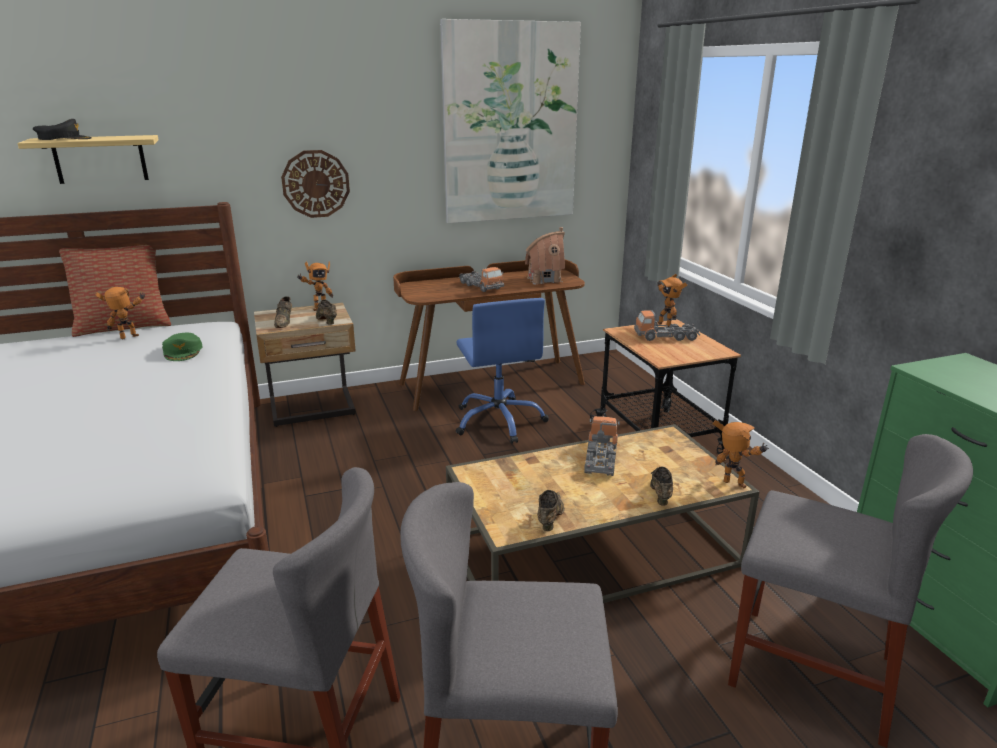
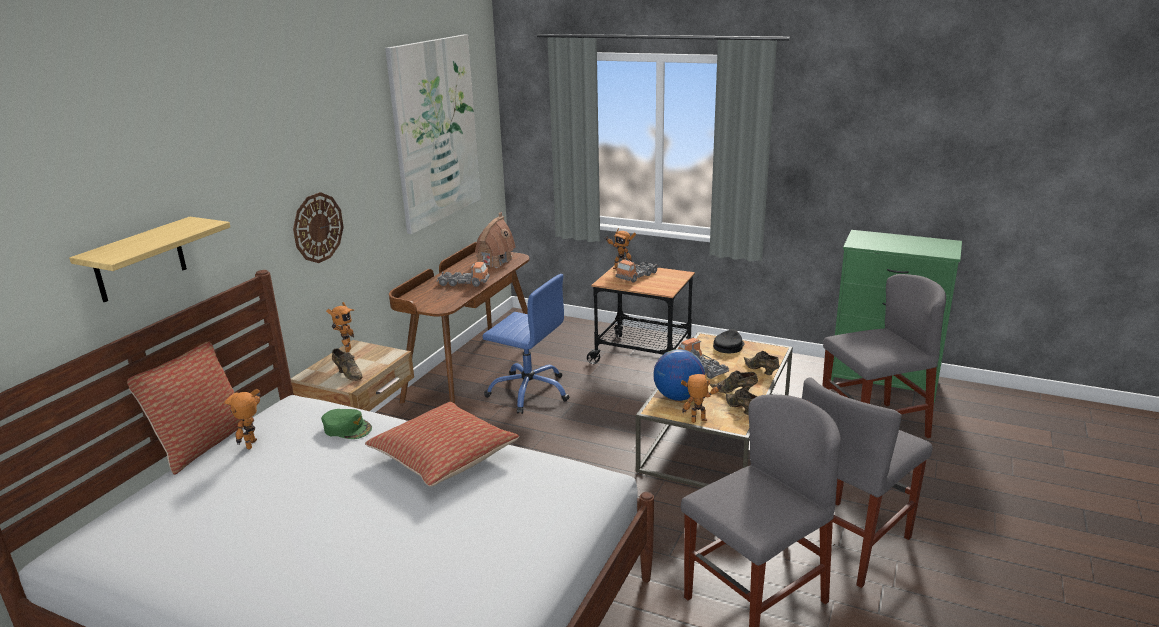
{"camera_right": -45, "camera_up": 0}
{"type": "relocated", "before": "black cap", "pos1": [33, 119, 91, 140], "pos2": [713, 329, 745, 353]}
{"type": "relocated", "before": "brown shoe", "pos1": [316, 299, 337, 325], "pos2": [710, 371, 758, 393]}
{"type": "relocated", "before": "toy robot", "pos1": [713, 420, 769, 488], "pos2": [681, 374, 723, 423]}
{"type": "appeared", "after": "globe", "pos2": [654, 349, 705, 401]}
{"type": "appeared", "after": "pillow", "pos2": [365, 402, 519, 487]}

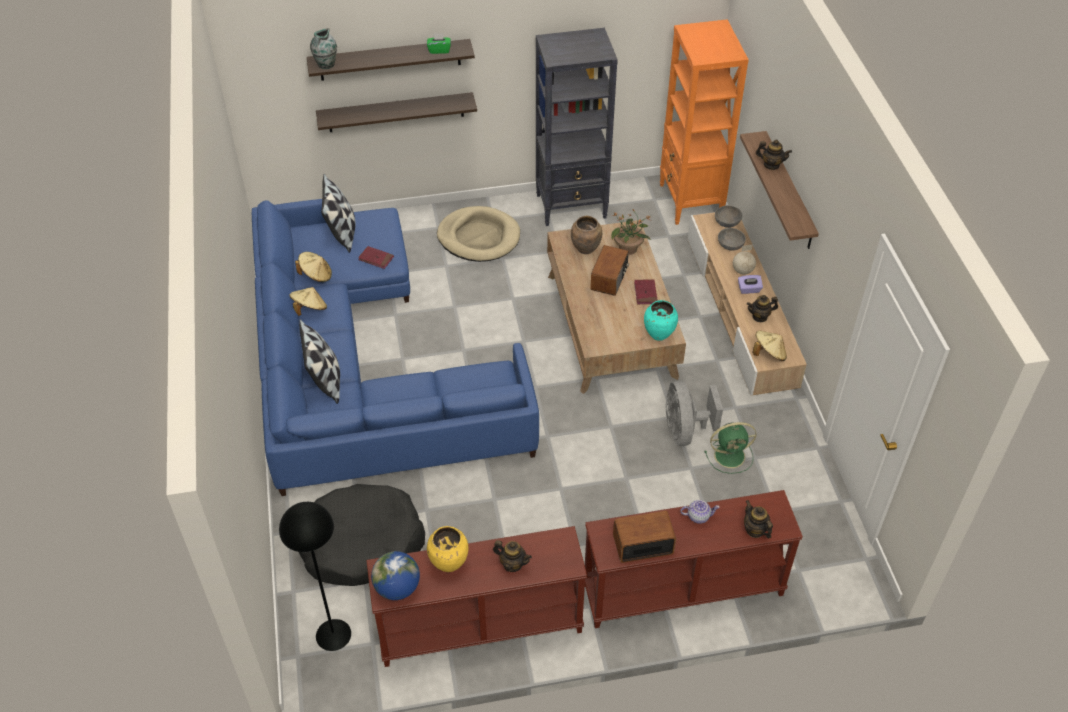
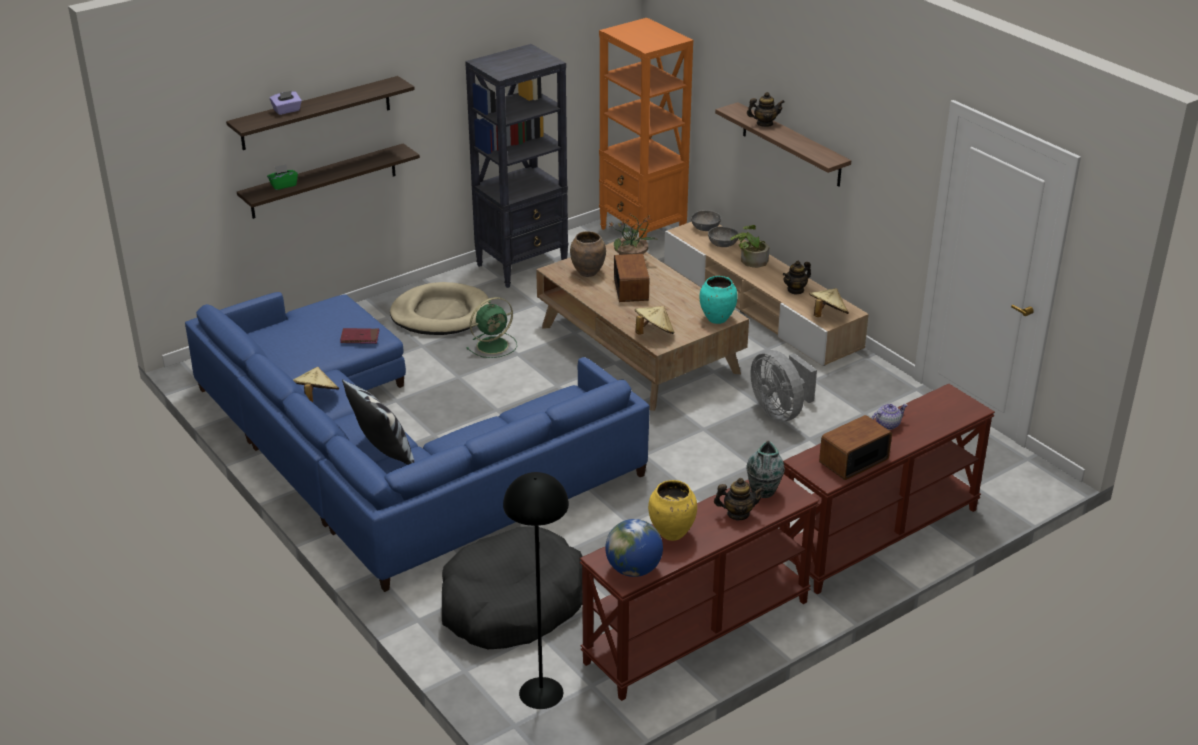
{"camera_right": -25, "camera_up": -15}
{"type": "relocated", "before": "vase", "pos1": [310, 28, 337, 69], "pos2": [746, 440, 785, 498]}
{"type": "relocated", "before": "green tissue box", "pos1": [427, 33, 451, 54], "pos2": [267, 164, 298, 190]}
{"type": "missing", "before": "pillow", "pos1": [321, 174, 356, 253]}
{"type": "exchanged", "before": "globe", "after": "potted plant", "pos1": [733, 244, 756, 275], "pos2": [730, 225, 770, 268]}
{"type": "relocated", "before": "beige hat", "pos1": [295, 252, 332, 282], "pos2": [635, 306, 675, 335]}
{"type": "relocated", "before": "purple tissue box", "pos1": [738, 275, 763, 294], "pos2": [270, 91, 302, 115]}
{"type": "missing", "before": "red book", "pos1": [634, 279, 658, 304]}
{"type": "relocated", "before": "green fan", "pos1": [705, 422, 757, 474], "pos2": [467, 297, 517, 358]}
{"type": "missing", "before": "teapot", "pos1": [744, 500, 773, 538]}

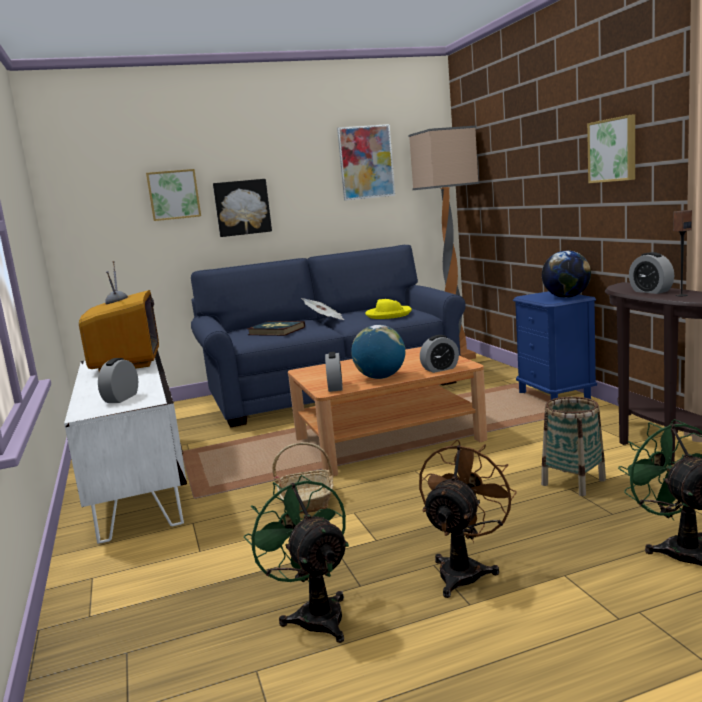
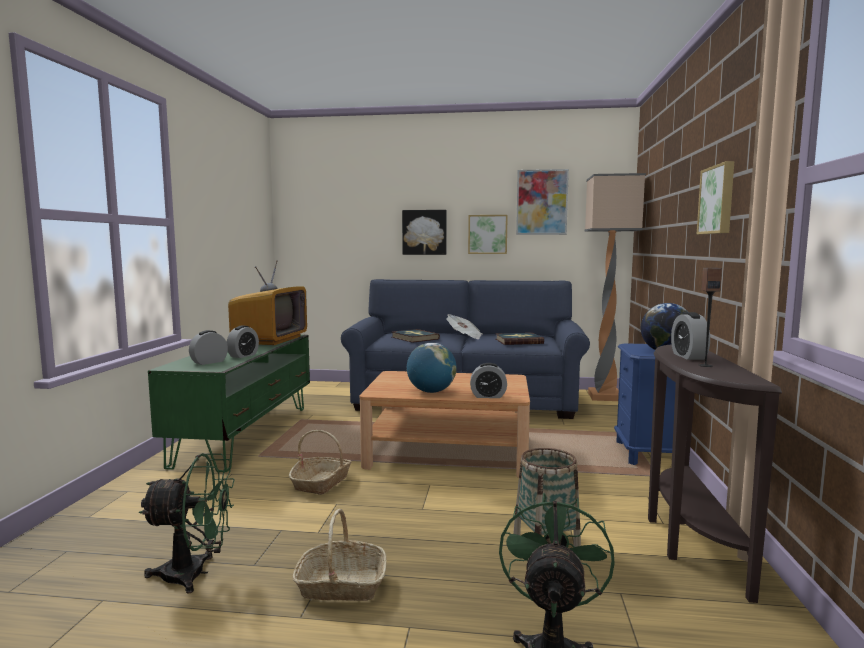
{"camera_right": 25, "camera_up": -5}
{"type": "relocated", "before": "picture", "pos1": [146, 169, 201, 221], "pos2": [468, 215, 508, 254]}
{"type": "exchanged", "before": "yellow hat", "after": "book", "pos1": [365, 299, 412, 319], "pos2": [496, 333, 544, 345]}
{"type": "colour", "before": "white tv stand", "after": "green tv stand", "pos1": [64, 350, 187, 544], "pos2": [148, 335, 310, 472]}
{"type": "relocated", "before": "alarm clock", "pos1": [325, 352, 343, 392], "pos2": [227, 325, 259, 358]}
{"type": "exchanged", "before": "brown fan", "after": "basket", "pos1": [419, 440, 517, 598], "pos2": [292, 509, 387, 601]}
{"type": "spun", "before": "green fan", "pos1": [244, 475, 349, 643], "pos2": [139, 453, 235, 594], "turn": 90}

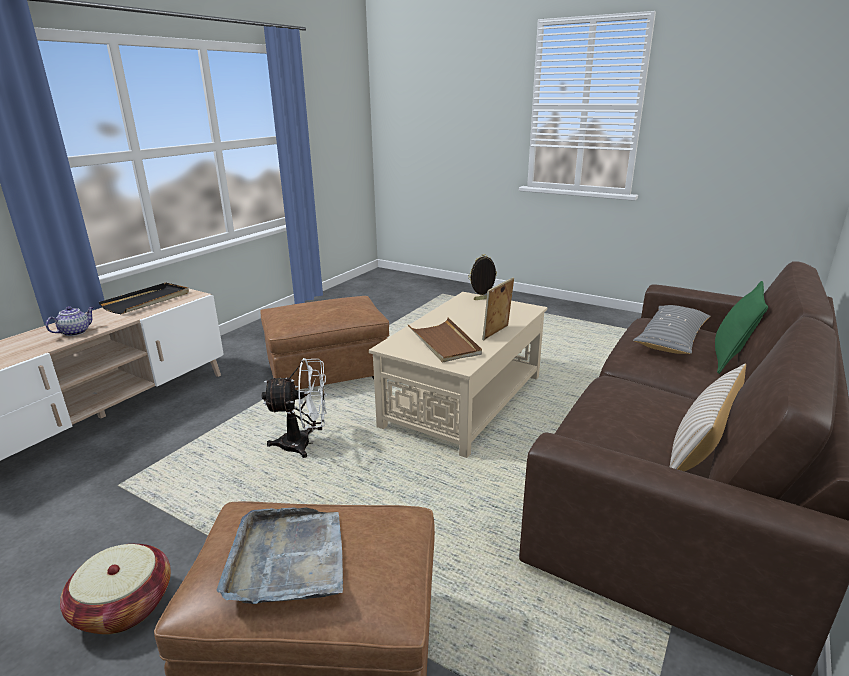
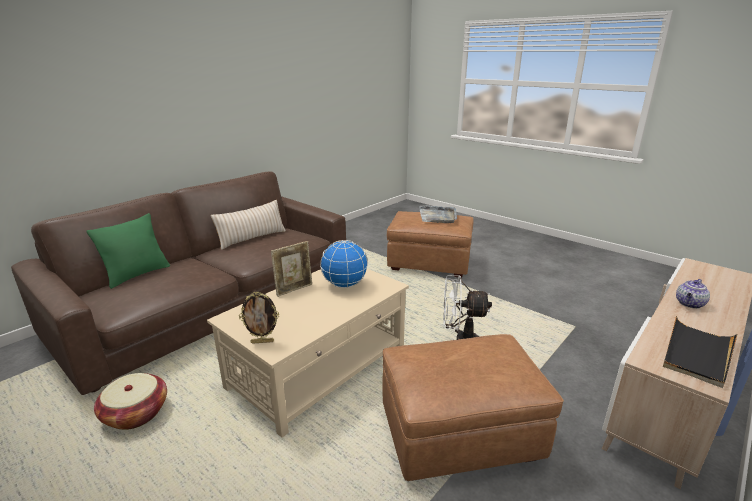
{"camera_right": -170, "camera_up": 0}
{"type": "missing", "before": "grey pillow", "pos1": [633, 305, 710, 354]}
{"type": "exchanged", "before": "brown tray", "after": "globe", "pos1": [407, 318, 482, 362], "pos2": [320, 240, 368, 288]}
{"type": "relocated", "before": "basket", "pos1": [60, 544, 171, 635], "pos2": [94, 373, 167, 430]}

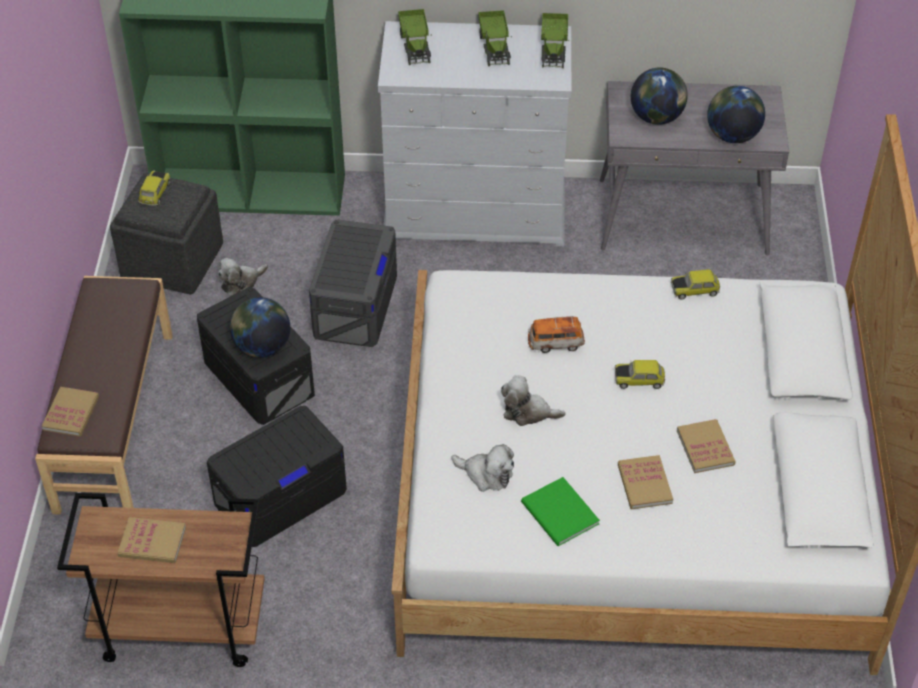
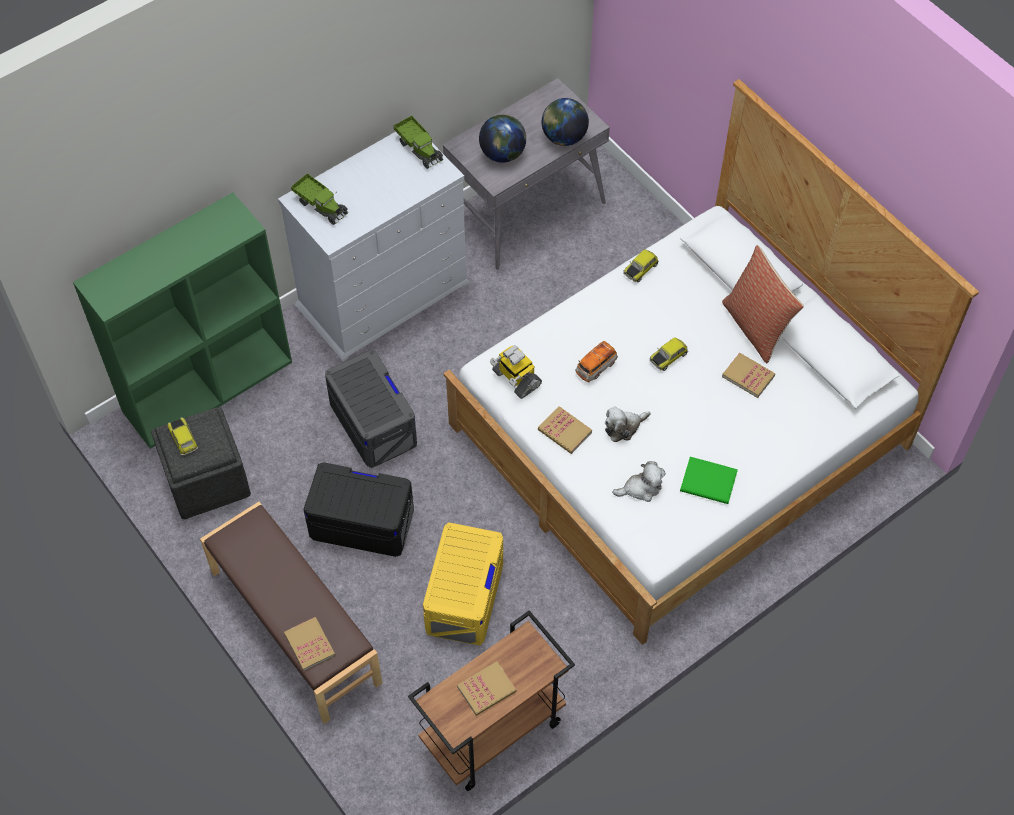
{"camera_right": -40, "camera_up": 10}
{"type": "missing", "before": "toy truck", "pos1": [478, 10, 512, 66]}
{"type": "missing", "before": "plush toy", "pos1": [218, 258, 268, 296]}
{"type": "missing", "before": "globe", "pos1": [230, 297, 290, 358]}
{"type": "colour", "before": "black storage box", "after": "yellow storage box", "pos1": [207, 406, 347, 547], "pos2": [423, 522, 503, 646]}
{"type": "relocated", "before": "book", "pos1": [618, 455, 673, 509], "pos2": [538, 406, 592, 454]}
{"type": "appeared", "after": "pillow", "pos2": [722, 245, 804, 363]}
{"type": "appeared", "after": "toy robot", "pos2": [490, 345, 542, 399]}

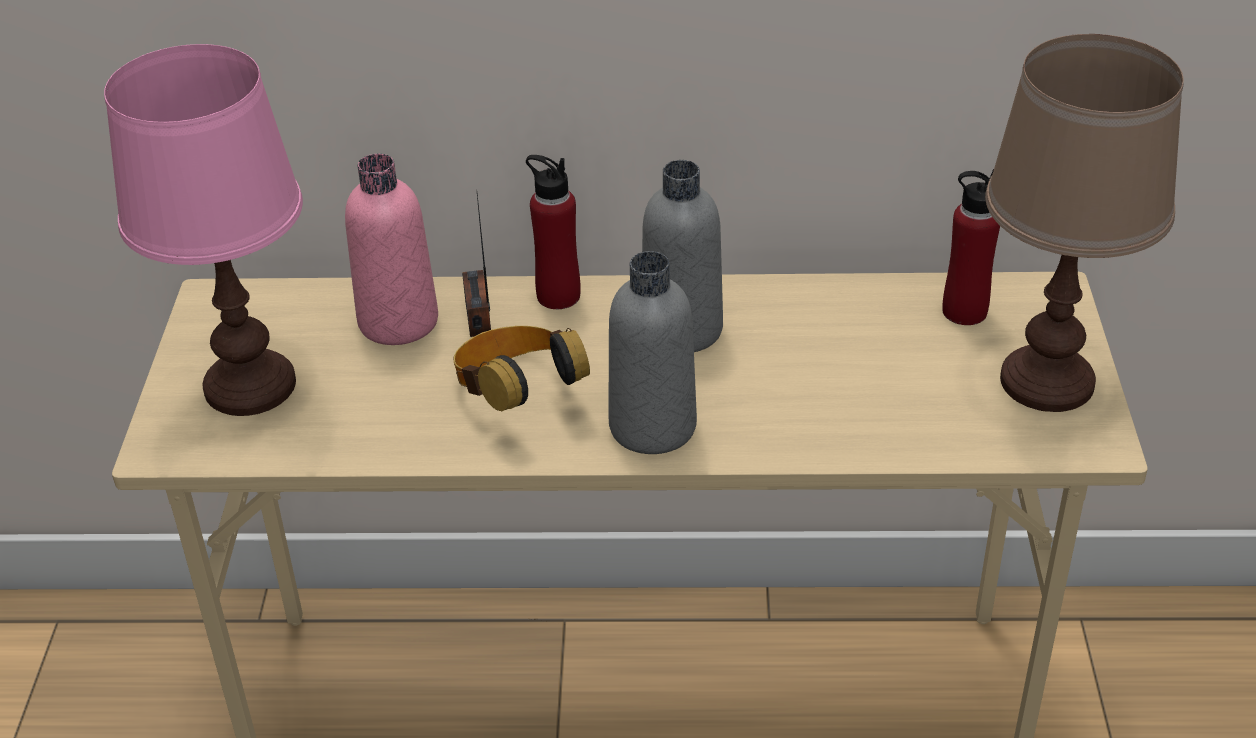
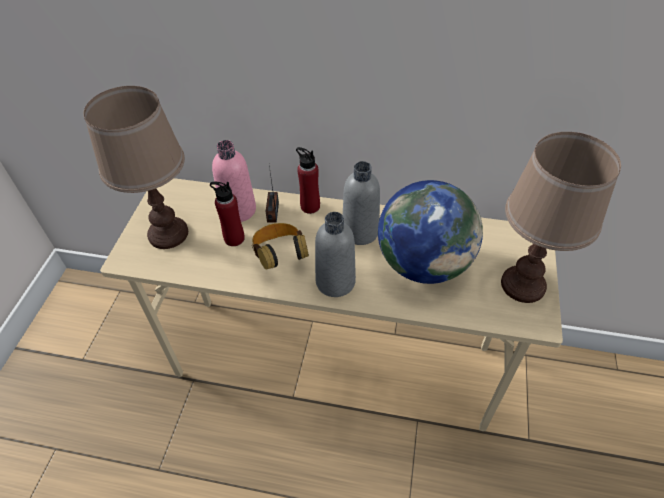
{"camera_right": 10, "camera_up": 10}
{"type": "colour", "before": "pink table lamp", "after": "brown table lamp", "pos1": [104, 44, 303, 416], "pos2": [83, 86, 188, 249]}
{"type": "relocated", "before": "red bottle", "pos1": [942, 169, 1000, 325], "pos2": [210, 182, 245, 246]}
{"type": "appeared", "after": "globe", "pos2": [378, 180, 483, 284]}

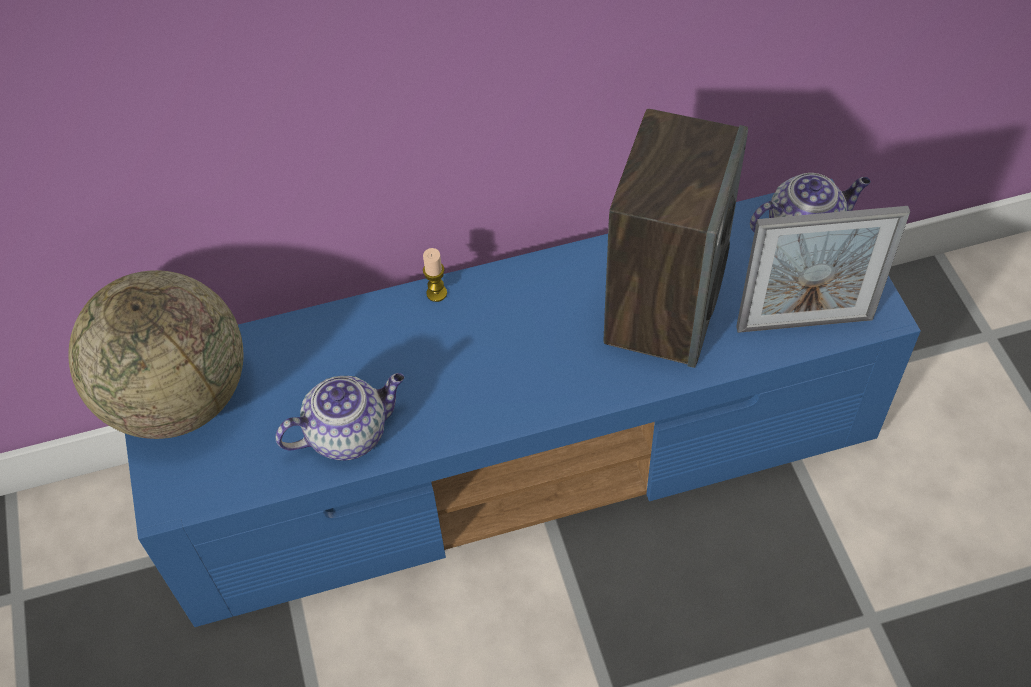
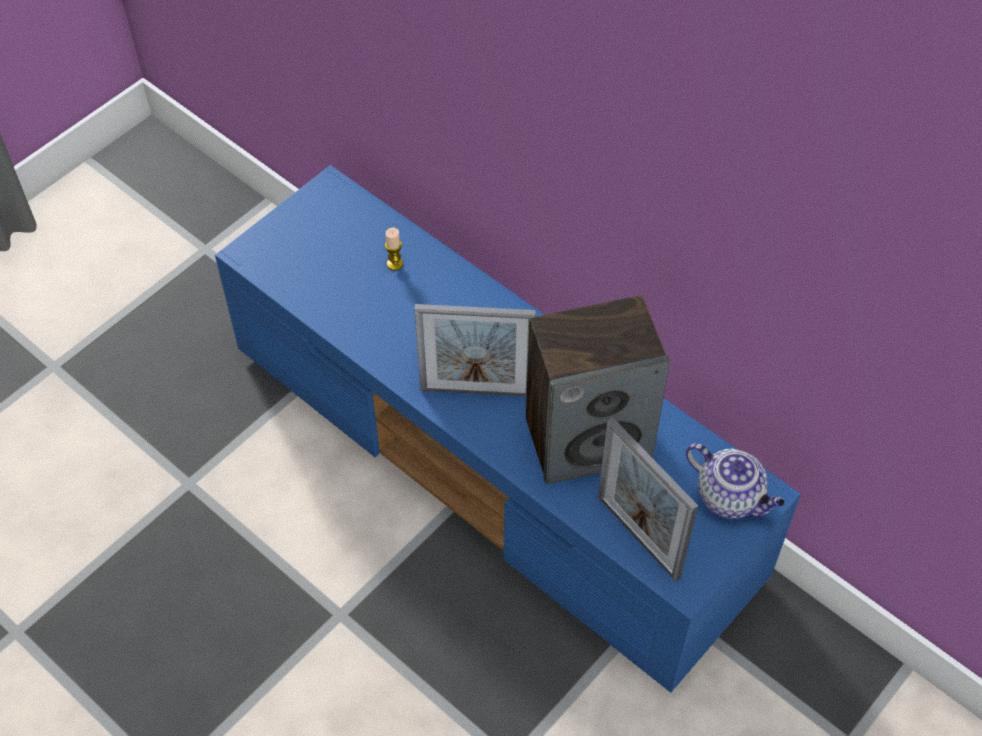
{"camera_right": 55, "camera_up": 0}
{"type": "relocated", "before": "candle", "pos1": [423, 248, 447, 302], "pos2": [385, 228, 403, 270]}
{"type": "missing", "before": "globe", "pos1": [69, 270, 244, 439]}
{"type": "missing", "before": "teapot", "pos1": [275, 373, 404, 461]}
{"type": "appeared", "after": "picture frame", "pos2": [414, 304, 536, 397]}

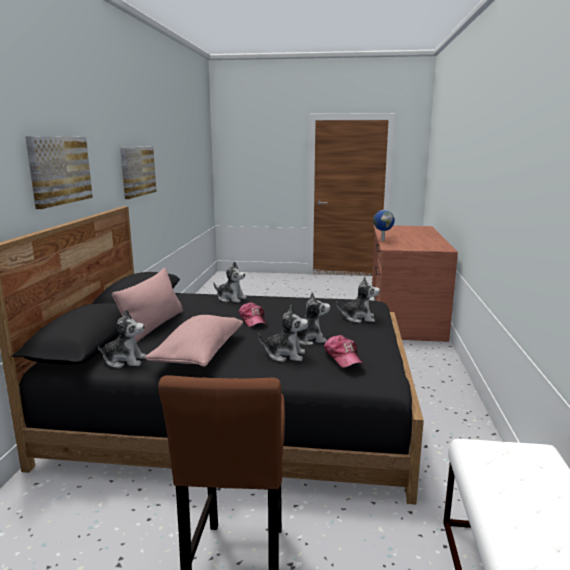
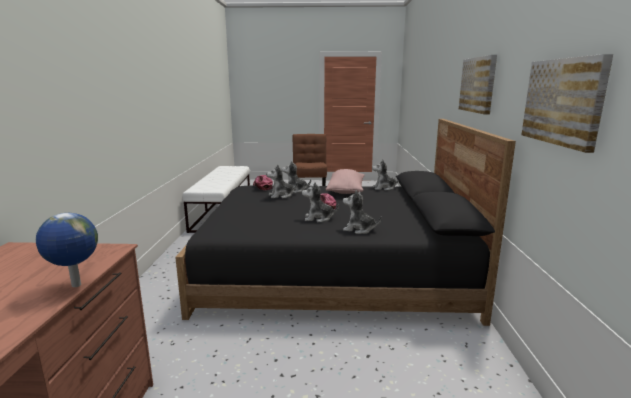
{"camera_right": 175, "camera_up": 0}
{"type": "missing", "before": "pink pillow", "pos1": [112, 268, 183, 343]}
{"type": "relocated", "before": "plush toy", "pos1": [336, 276, 380, 323], "pos2": [302, 182, 339, 222]}

